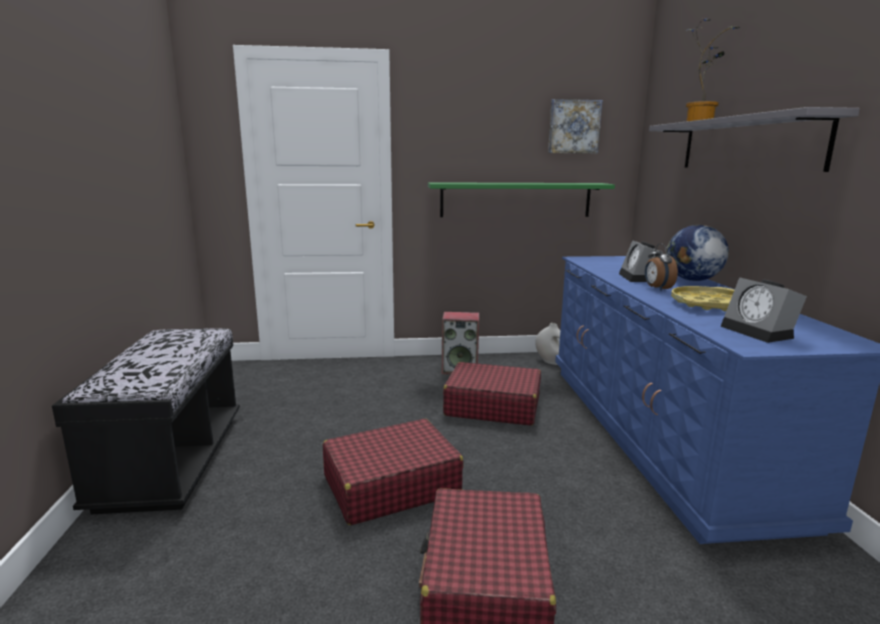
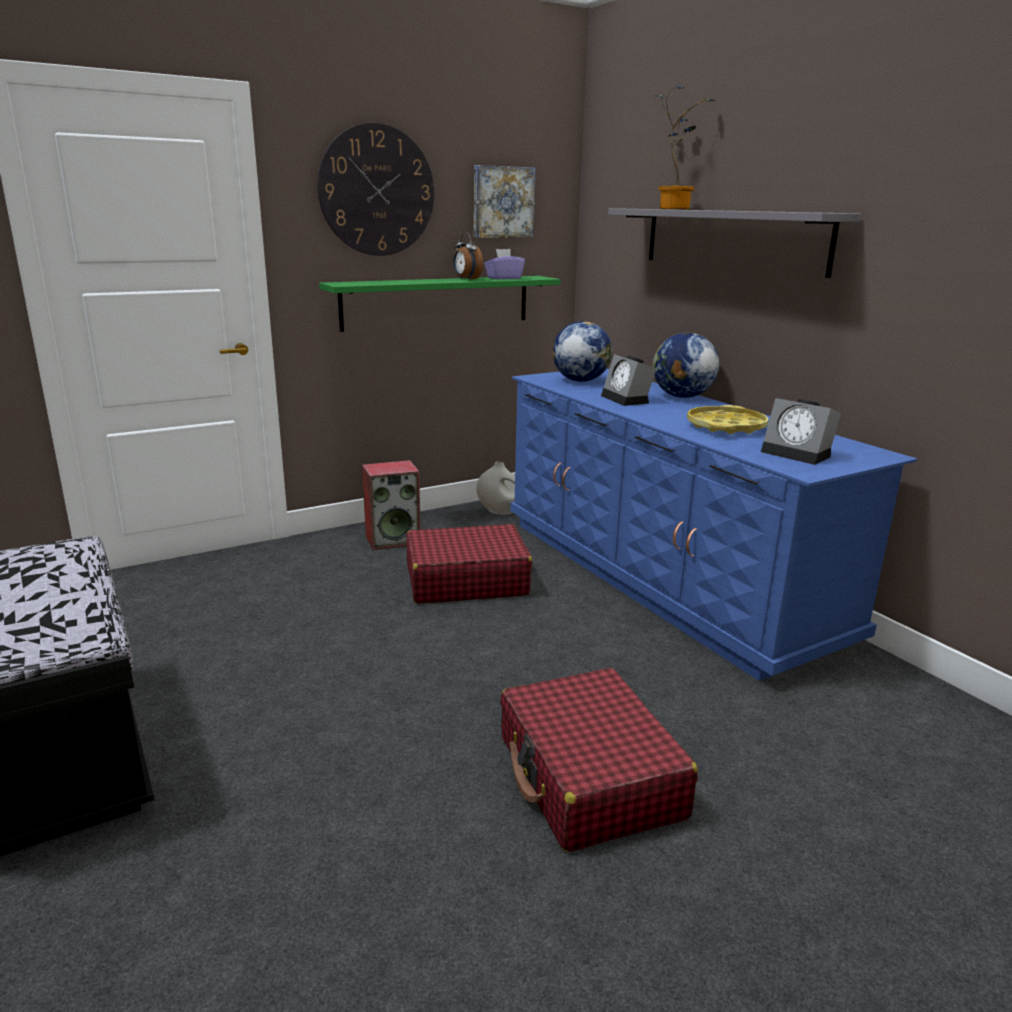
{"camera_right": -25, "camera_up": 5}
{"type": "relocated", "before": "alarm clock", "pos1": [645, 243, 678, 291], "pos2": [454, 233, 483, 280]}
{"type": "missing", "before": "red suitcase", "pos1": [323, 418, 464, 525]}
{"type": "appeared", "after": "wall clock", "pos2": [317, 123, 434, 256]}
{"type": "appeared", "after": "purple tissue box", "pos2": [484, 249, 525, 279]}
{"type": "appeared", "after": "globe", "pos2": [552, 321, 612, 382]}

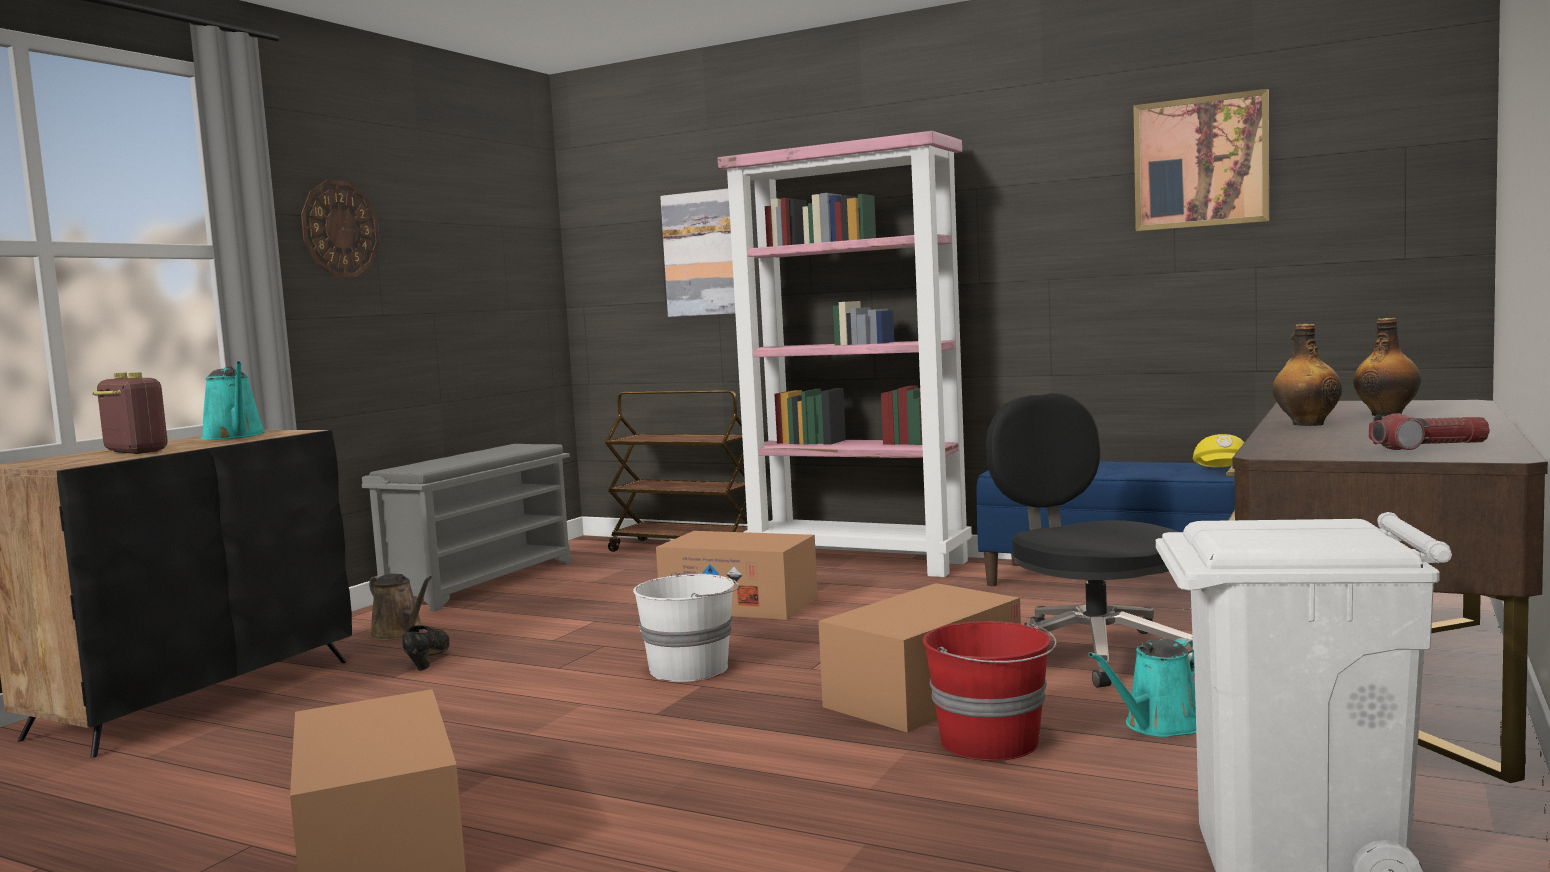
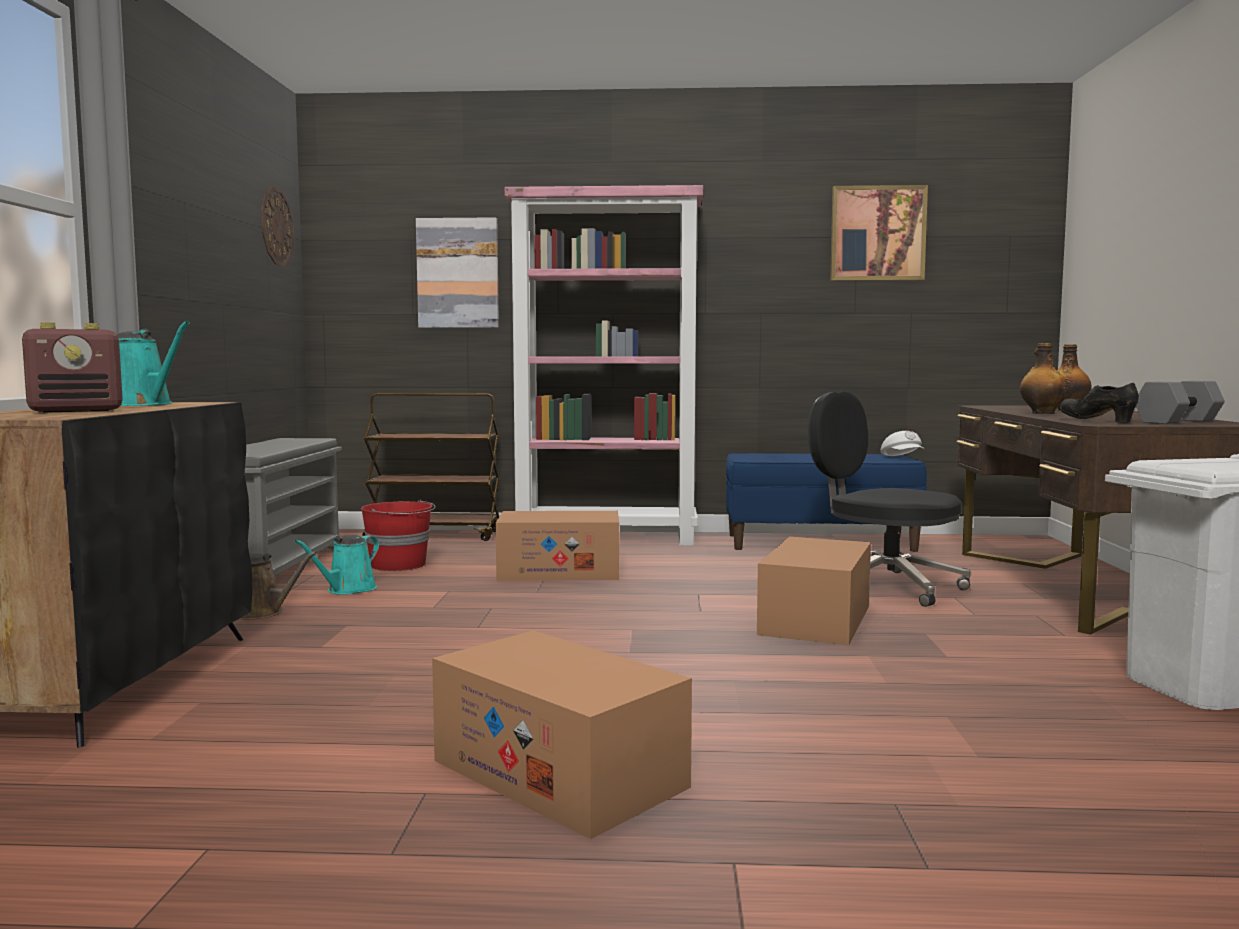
{"camera_right": -25, "camera_up": 0}
{"type": "relocated", "before": "wall clock", "pos1": [301, 180, 380, 277], "pos2": [261, 187, 294, 266]}
{"type": "spun", "before": "radio", "pos1": [92, 372, 168, 454], "pos2": [22, 322, 123, 413], "turn": 135}
{"type": "exchanged", "before": "flashlight", "after": "grey dumbbell", "pos1": [1369, 413, 1490, 450], "pos2": [1136, 381, 1225, 424]}
{"type": "colour", "before": "yellow cap", "after": "white cap", "pos1": [1193, 434, 1244, 467], "pos2": [881, 431, 925, 456]}
{"type": "missing", "before": "white bucket", "pos1": [633, 572, 739, 682]}
{"type": "relocated", "before": "red bucket", "pos1": [923, 621, 1057, 761], "pos2": [361, 500, 436, 571]}
{"type": "relocated", "before": "black shoe", "pos1": [403, 625, 449, 671], "pos2": [1060, 383, 1139, 423]}
{"type": "relocated", "before": "turquoise watering can", "pos1": [1088, 638, 1196, 737], "pos2": [294, 535, 379, 595]}

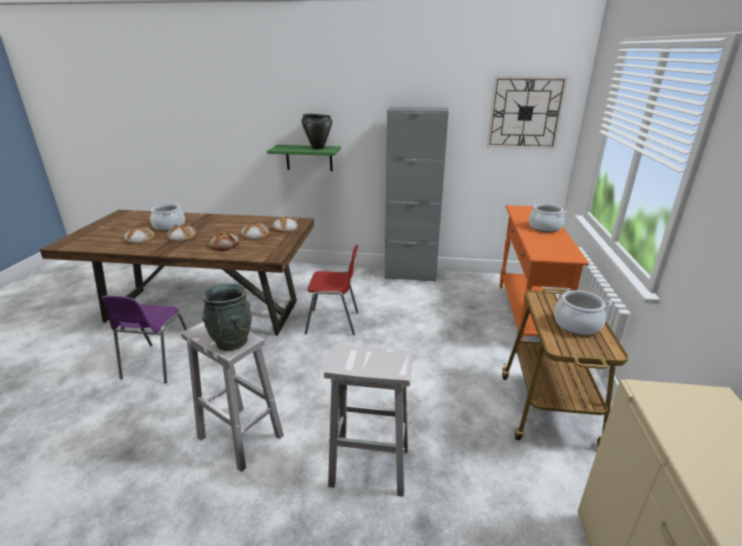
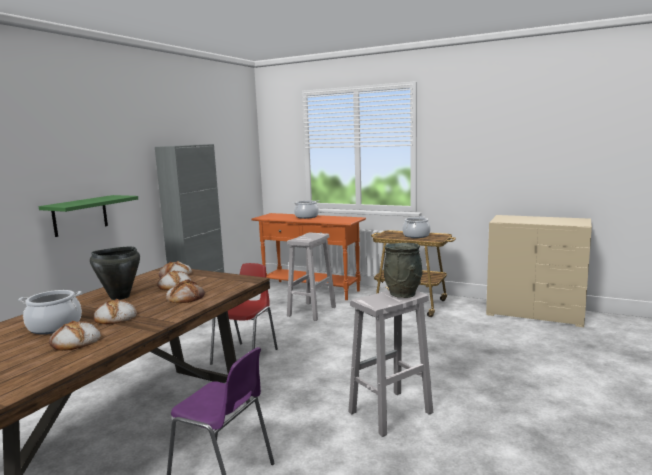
{"camera_right": -70, "camera_up": -15}
{"type": "missing", "before": "wall clock", "pos1": [487, 76, 568, 149]}
{"type": "relocated", "before": "black cooking pot", "pos1": [302, 114, 332, 149], "pos2": [90, 247, 140, 300]}
{"type": "relocated", "before": "white stool", "pos1": [324, 344, 413, 497], "pos2": [287, 232, 336, 321]}

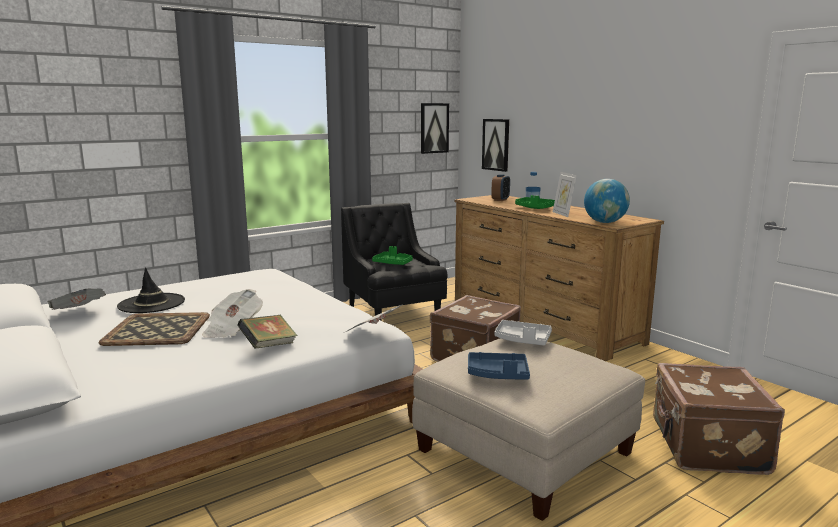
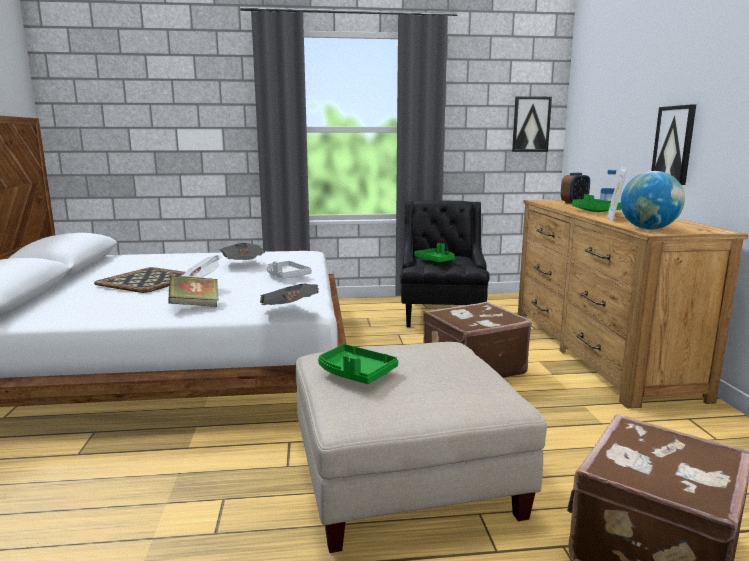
{"camera_right": 30, "camera_up": 0}
{"type": "relocated", "before": "picture", "pos1": [482, 119, 509, 172], "pos2": [651, 104, 696, 185]}
{"type": "missing", "before": "black hat", "pos1": [117, 267, 185, 313]}
{"type": "relocated", "before": "newspaper", "pos1": [47, 289, 106, 310], "pos2": [220, 243, 265, 260]}
{"type": "relocated", "before": "grey tray", "pos1": [495, 320, 552, 346], "pos2": [266, 261, 312, 279]}
{"type": "colour", "before": "blue tray", "after": "green tray", "pos1": [468, 352, 530, 380], "pos2": [318, 344, 398, 384]}

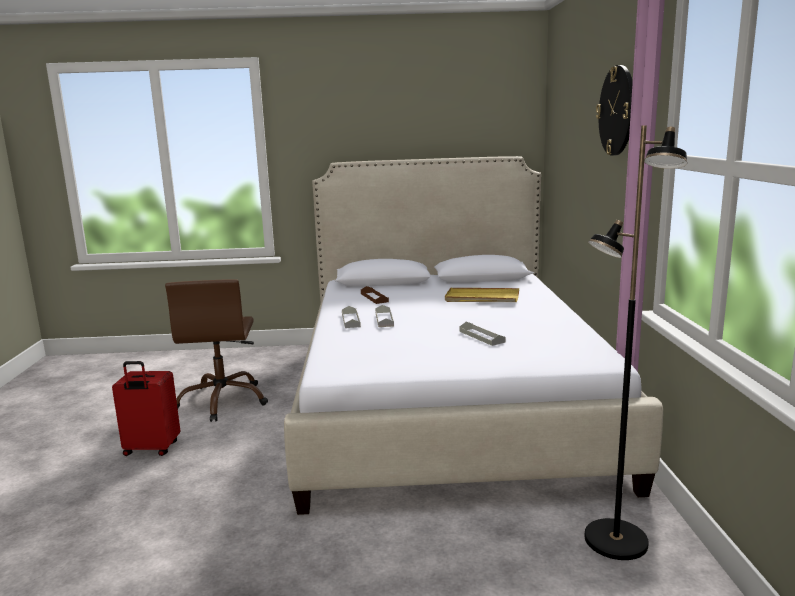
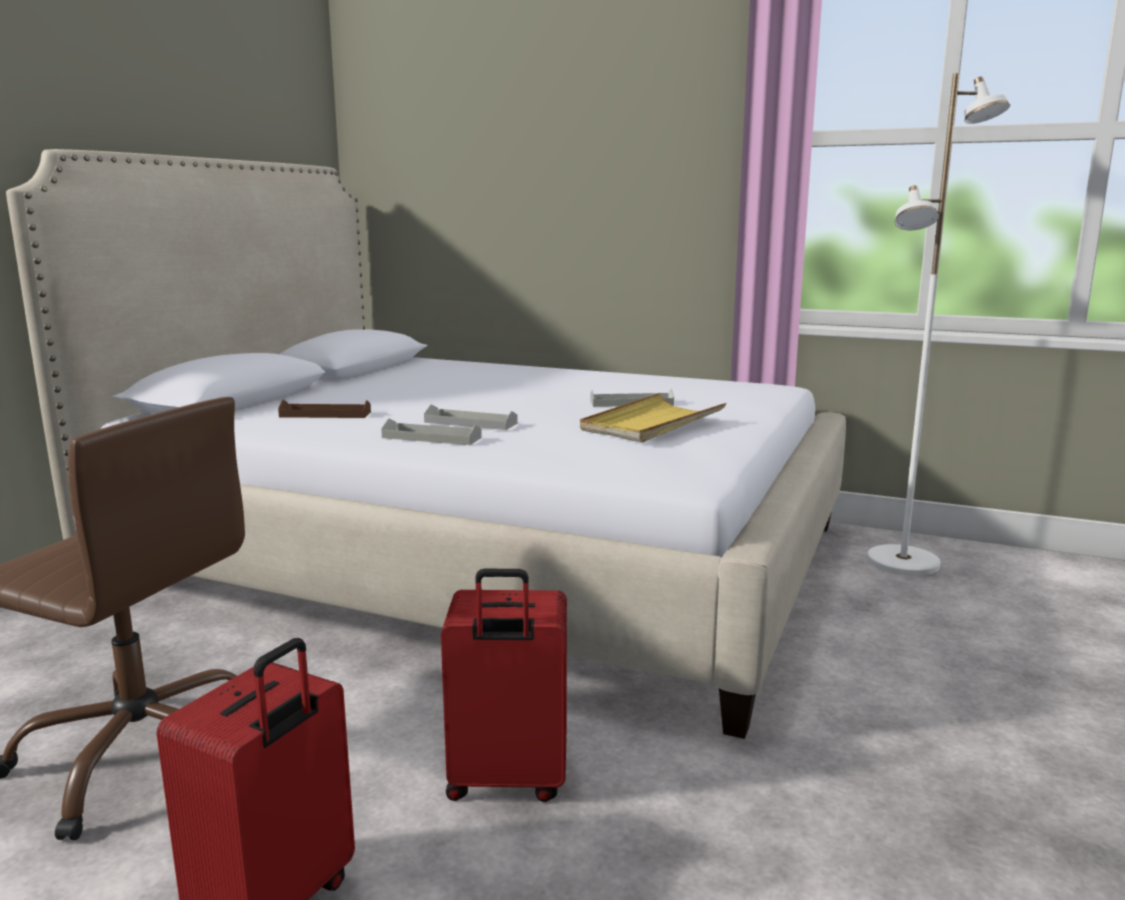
{"camera_right": -65, "camera_up": 0}
{"type": "missing", "before": "wall clock", "pos1": [596, 65, 633, 156]}
{"type": "colour", "before": "black floor lamp", "after": "white floor lamp", "pos1": [584, 125, 687, 560], "pos2": [867, 73, 1010, 576]}
{"type": "relocated", "before": "yellow tray", "pos1": [445, 288, 519, 302], "pos2": [580, 393, 726, 443]}
{"type": "appeared", "after": "red suitcase", "pos2": [441, 569, 567, 802]}

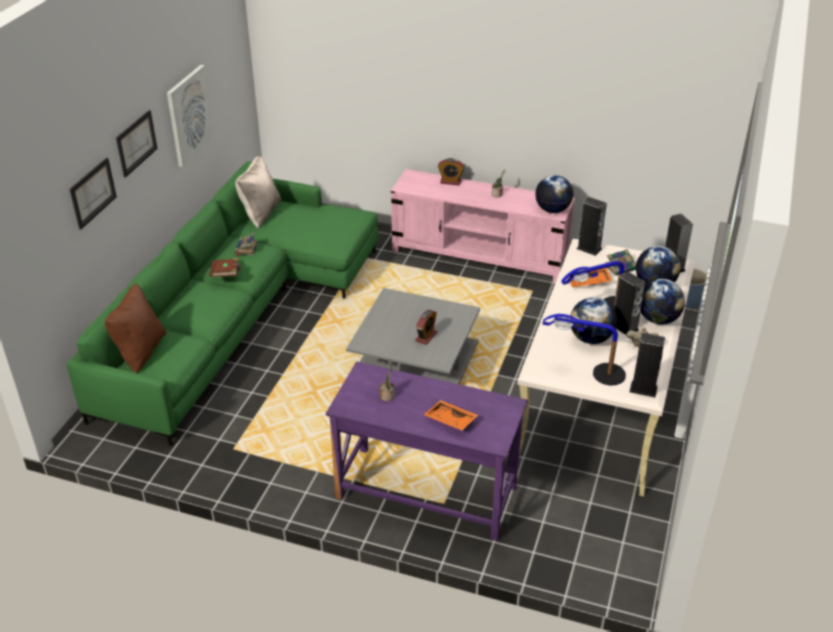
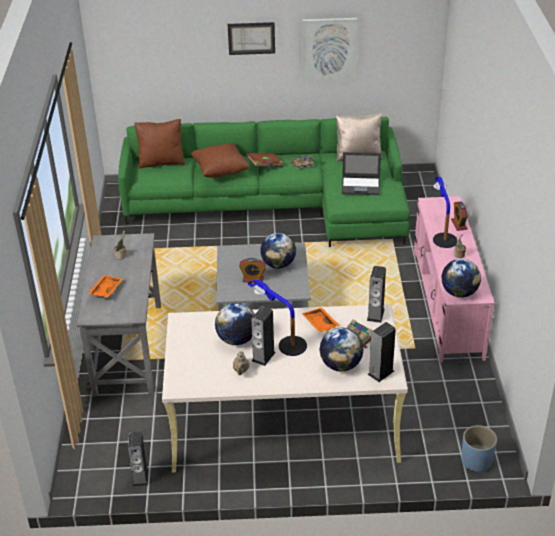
{"camera_right": 70, "camera_up": 0}
{"type": "missing", "before": "picture", "pos1": [69, 157, 117, 230]}
{"type": "relocated", "before": "globe", "pos1": [641, 279, 685, 324], "pos2": [260, 233, 296, 269]}
{"type": "relocated", "before": "table lamp", "pos1": [543, 314, 626, 385], "pos2": [433, 177, 457, 248]}
{"type": "relocated", "before": "speaker", "pos1": [629, 333, 665, 397], "pos2": [128, 432, 149, 487]}
{"type": "colour", "before": "purple desk", "after": "grey desk", "pos1": [326, 361, 528, 541], "pos2": [77, 233, 161, 396]}
{"type": "appeared", "after": "brown pillow", "pos2": [191, 143, 250, 178]}
{"type": "appeared", "after": "laptop", "pos2": [342, 152, 381, 195]}

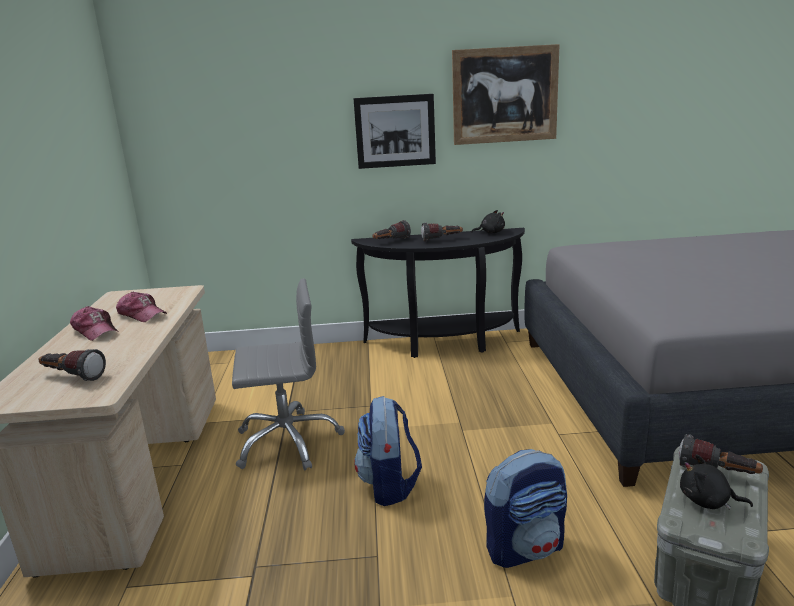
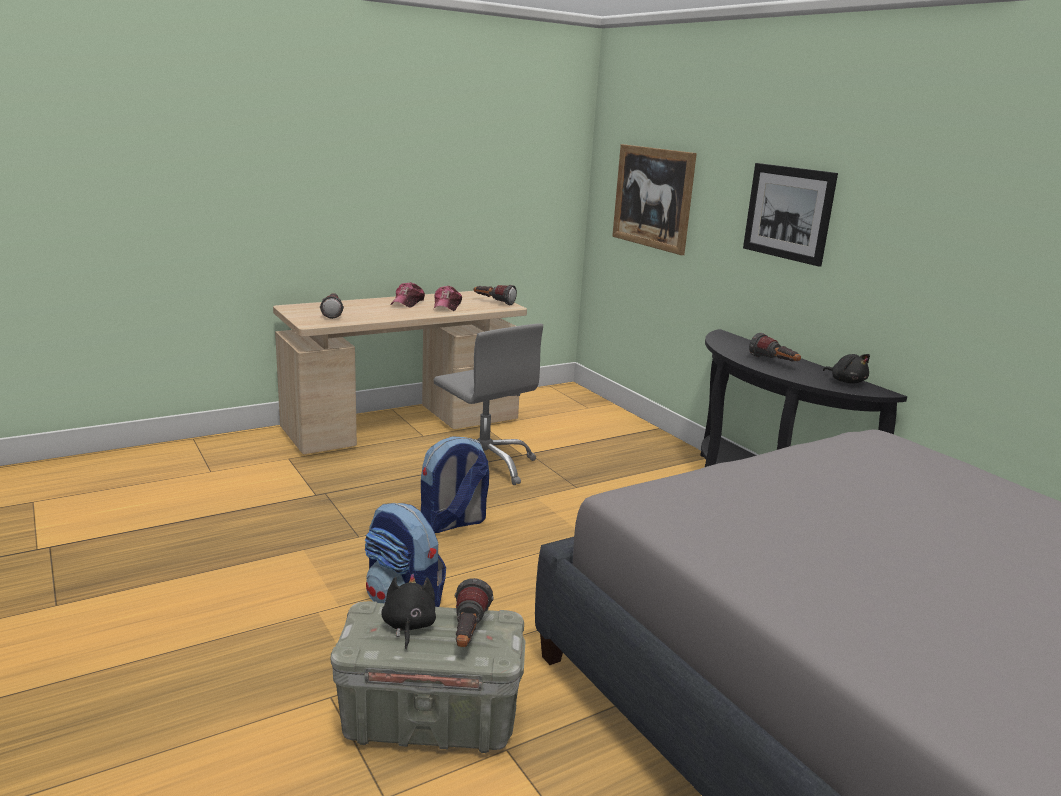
{"camera_right": 60, "camera_up": 0}
{"type": "relocated", "before": "picture", "pos1": [452, 44, 560, 145], "pos2": [612, 144, 697, 255]}
{"type": "relocated", "before": "flashlight", "pos1": [372, 220, 411, 239], "pos2": [474, 285, 517, 305]}

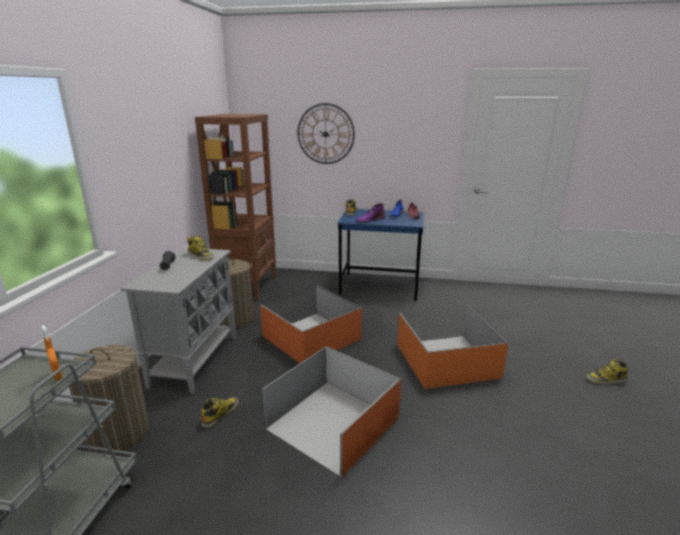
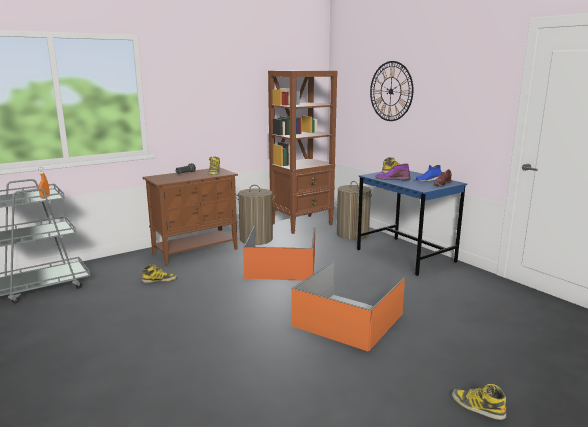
{"camera_right": 45, "camera_up": -5}
{"type": "colour", "before": "grey cabinet", "after": "brown cabinet", "pos1": [121, 247, 236, 394], "pos2": [142, 167, 238, 266]}
{"type": "relocated", "before": "laundry basket", "pos1": [69, 345, 149, 455], "pos2": [337, 181, 372, 240]}
{"type": "missing", "before": "orange storage box", "pos1": [262, 346, 401, 477]}

